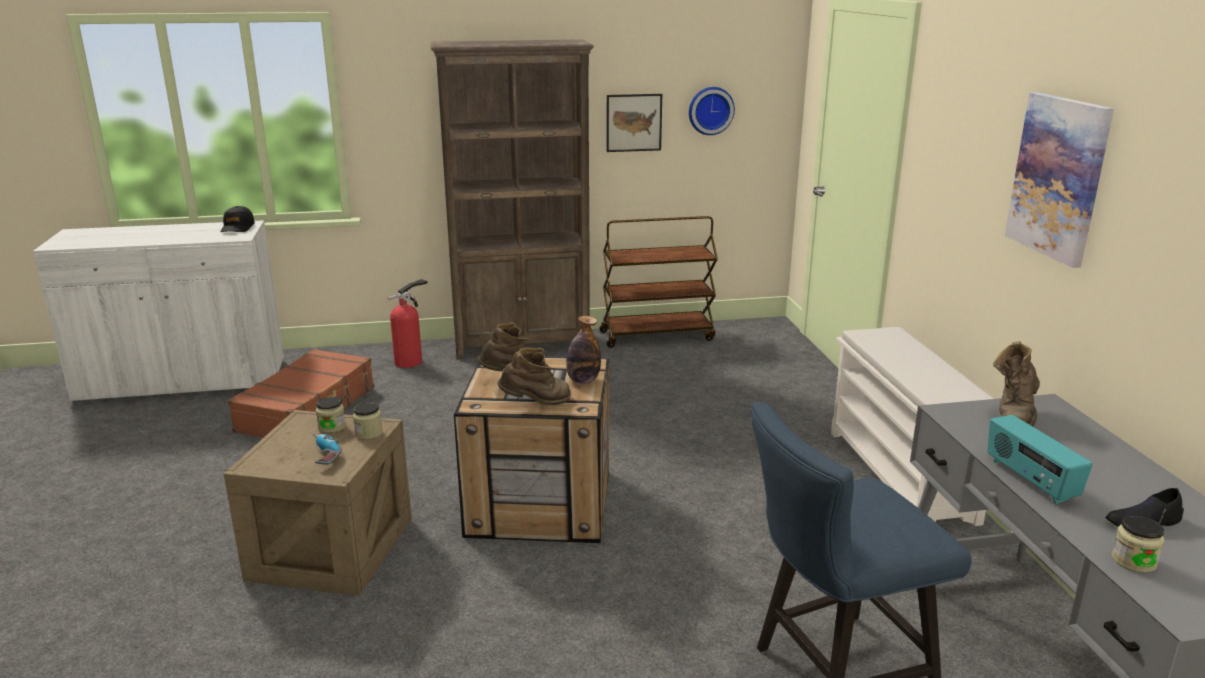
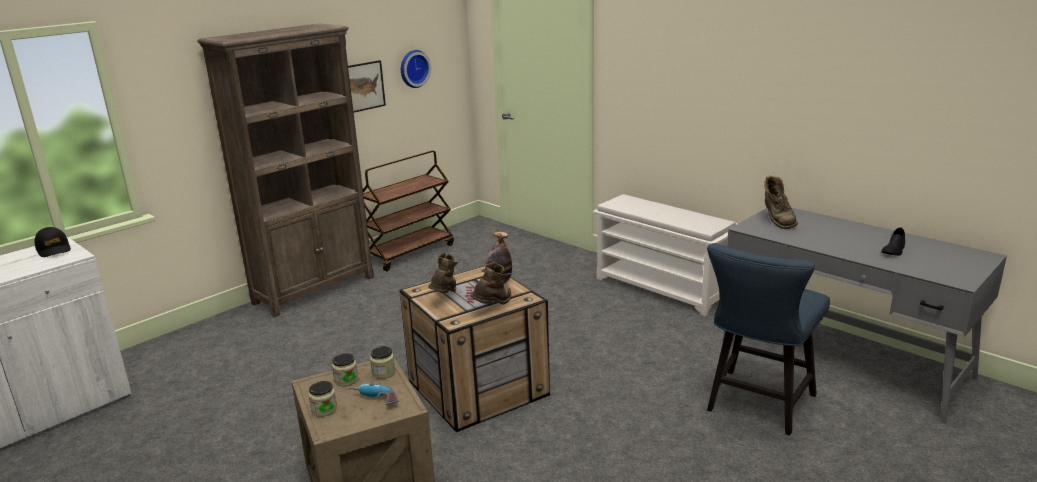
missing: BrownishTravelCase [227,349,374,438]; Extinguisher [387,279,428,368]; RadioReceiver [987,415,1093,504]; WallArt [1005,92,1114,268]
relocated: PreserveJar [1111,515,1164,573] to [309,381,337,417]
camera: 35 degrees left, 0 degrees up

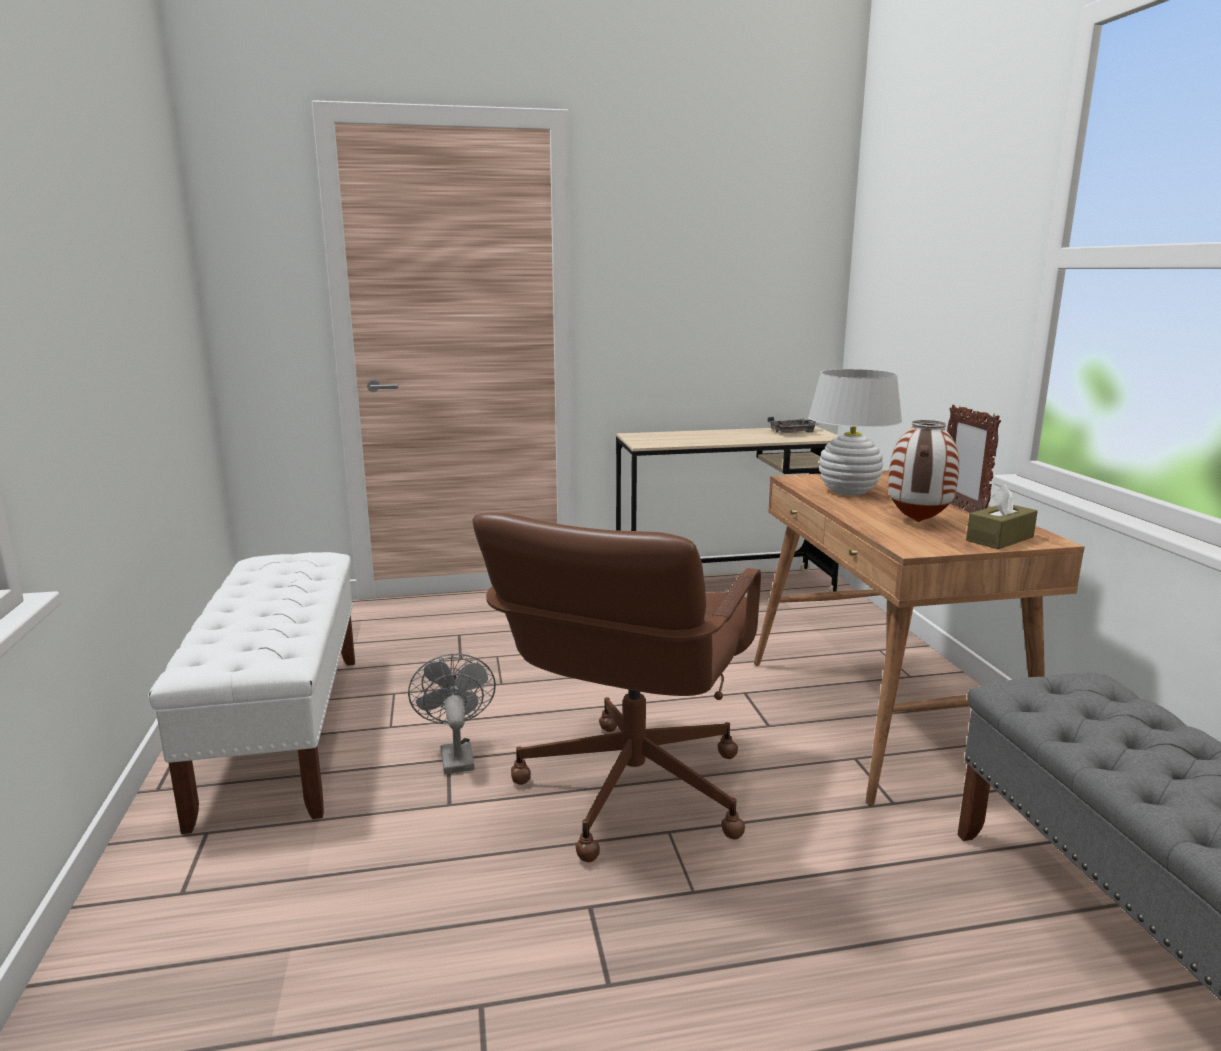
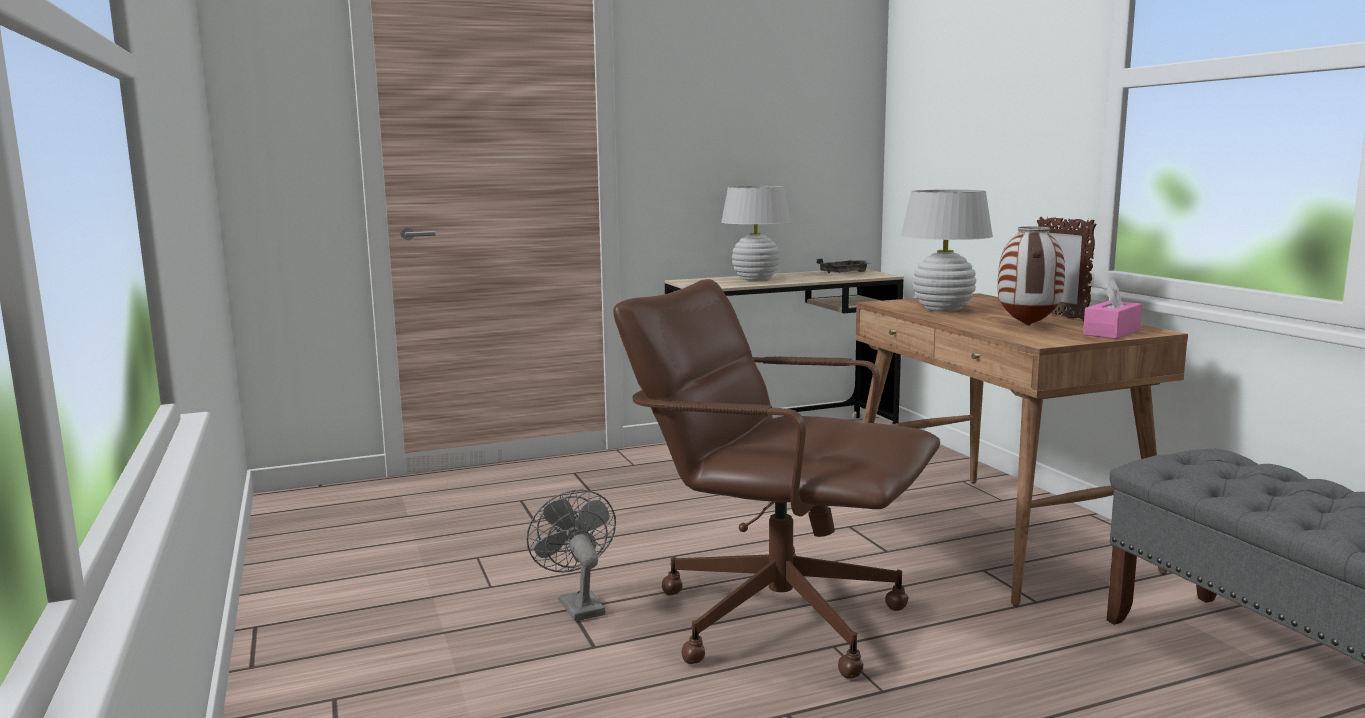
missing: WhitishLongSeat [148,552,355,834]
appeared: WhitishTableLamp [721,186,791,281]
colour: BrownishBoxOfTissues [966,484,1038,549] to PinkishBoxOfTissues [1083,279,1142,339]
spun: BrownishComputerChair [472,513,761,862] = [613,279,940,679] 105 degrees clockwise
camera: 10 degrees left, 5 degrees down

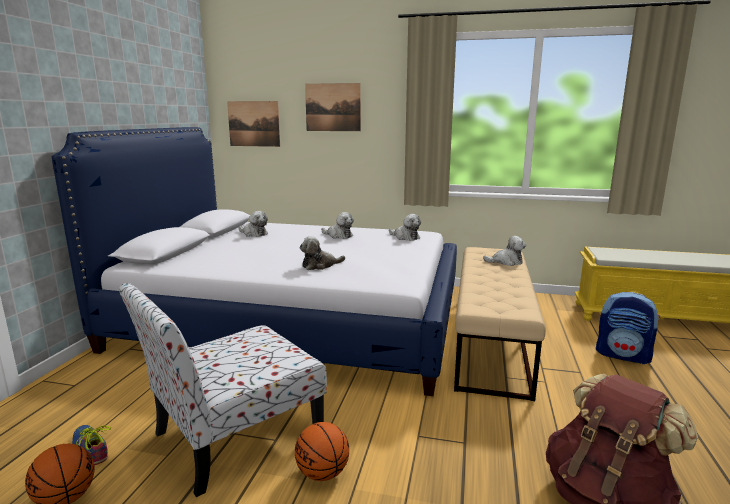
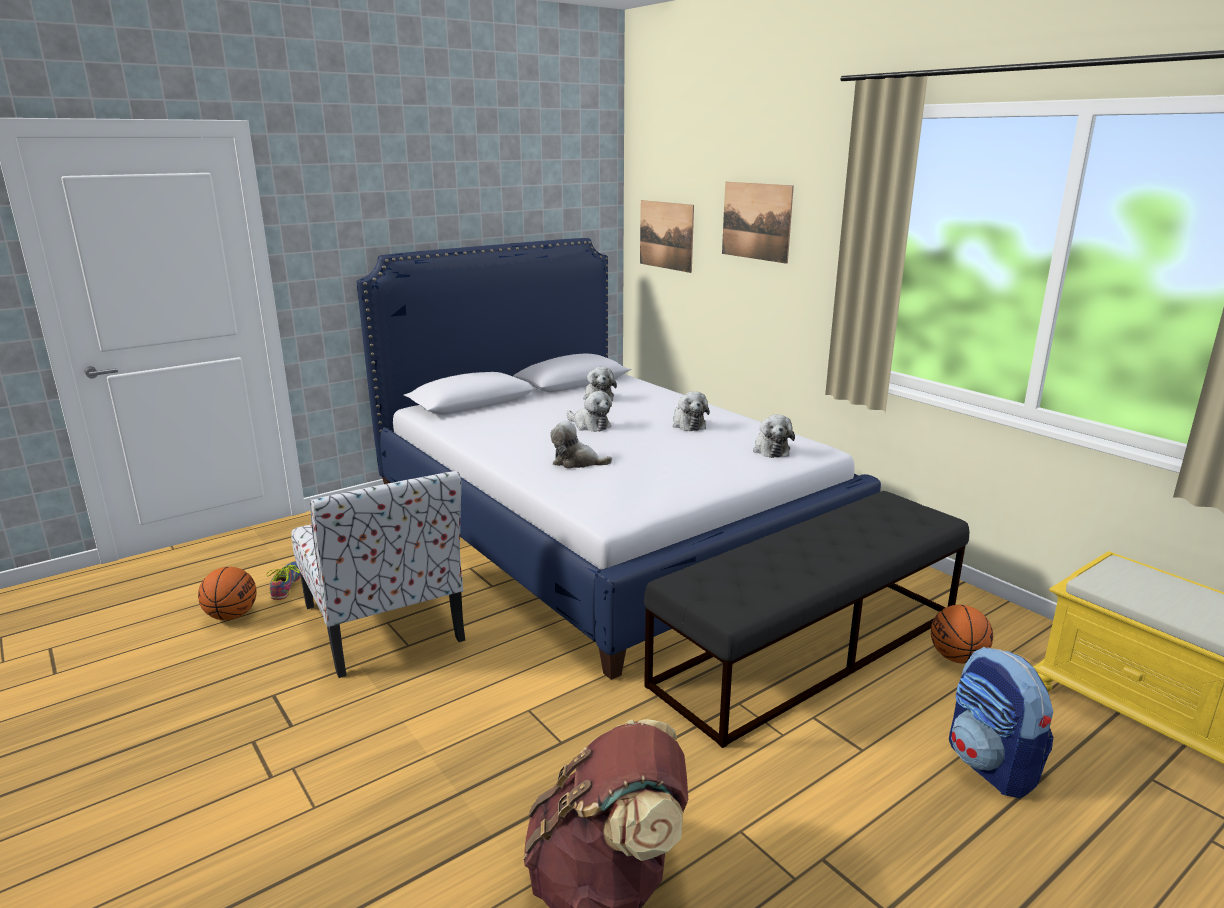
relocated: BasketballBall [295,422,349,481] to [931,605,993,664]; PlushToy [483,236,526,266] to [566,391,612,432]
colour: SandColouredLongSeat [454,247,546,401] to BlackColouredLongSeat [644,491,969,748]
spun: Chair [119,283,327,497] = [291,470,465,678] 120 degrees counterclockwise
camera: 40 degrees right, 5 degrees up

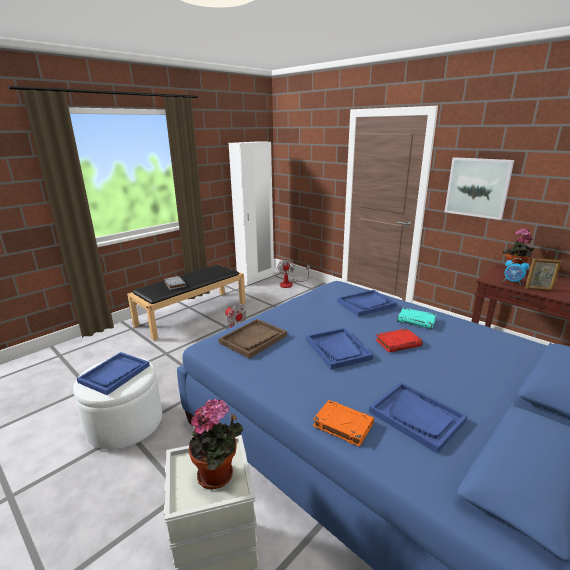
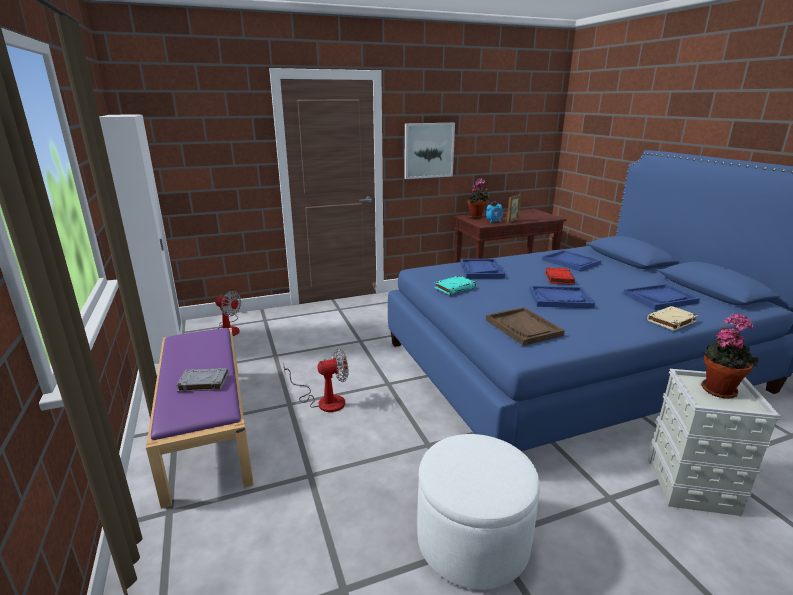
relocated: BlueCarryingTray [77,352,150,395] to [542,250,602,272]; TurquoiseBook [397,308,436,329] to [434,275,476,295]
colour: BlackColouredLongSeat [127,265,246,341] to PurpleColouredLongSeat [146,328,254,509]; OrangeyBook [313,400,374,447] to SandColouredBook [647,306,698,331]
camera: 65 degrees left, 0 degrees up

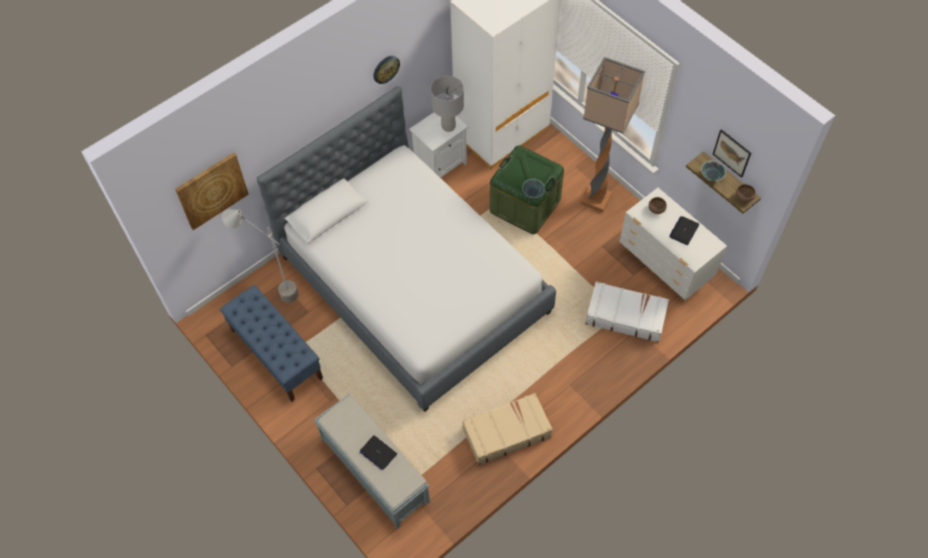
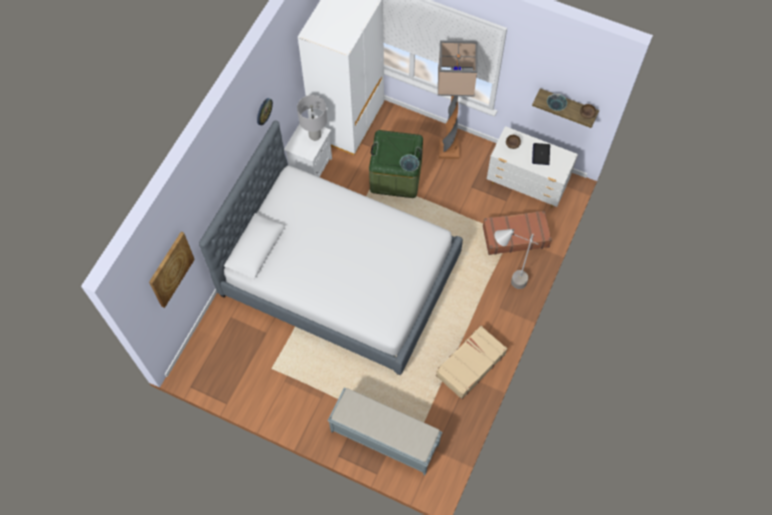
missing: BlueLongSeat [220,285,323,402]; PortableComputer [360,435,397,470]; WallArt [713,129,751,178]
relocated: GreyStandingLamp [222,209,298,302] to [495,229,539,289]
colour: WhitishTravelCase [585,282,669,342] to BrownishTravelCase [483,211,552,255]
camera: 25 degrees left, 5 degrees up

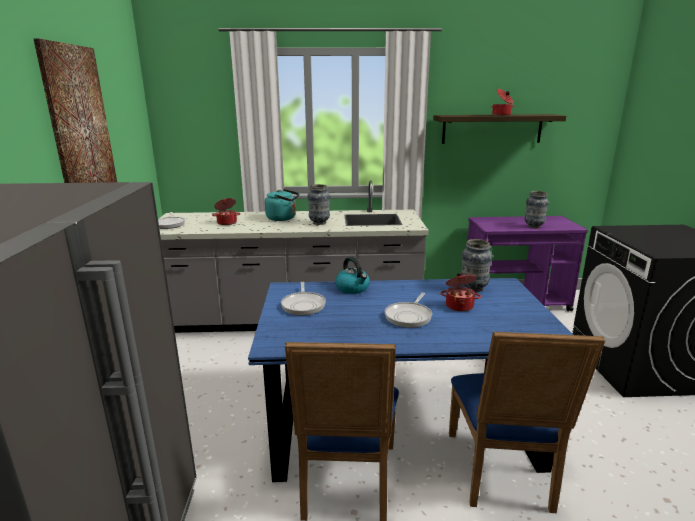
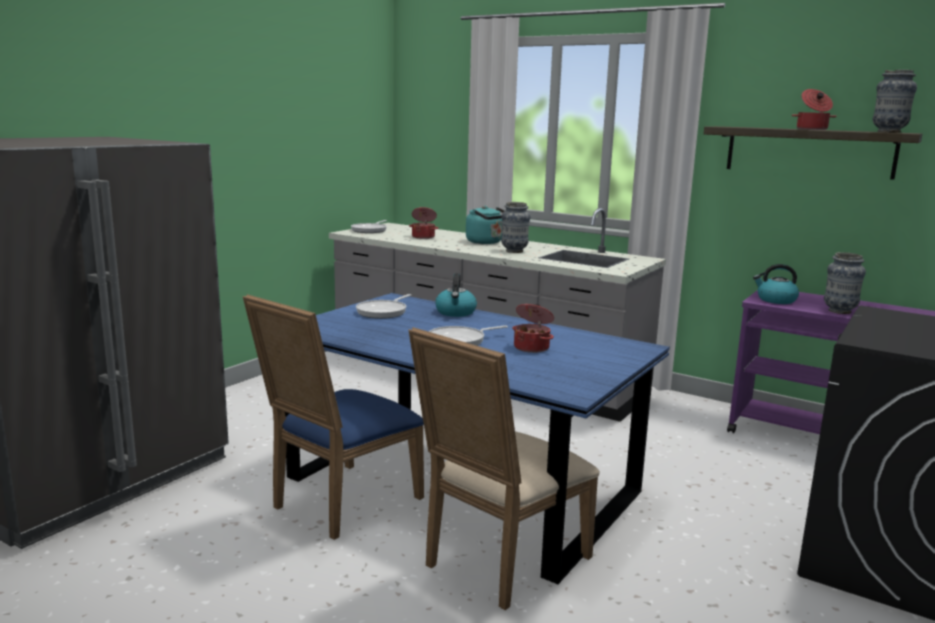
missing: WallArt [33,38,117,183]
appeared: WaterKettle [753,264,799,304]
relocated: DecorativeVase [461,239,492,292] to [873,70,917,133]
colour: BlueChair [449,332,606,513] to SandColouredChair [408,327,600,610]
camera: 35 degrees right, 5 degrees down

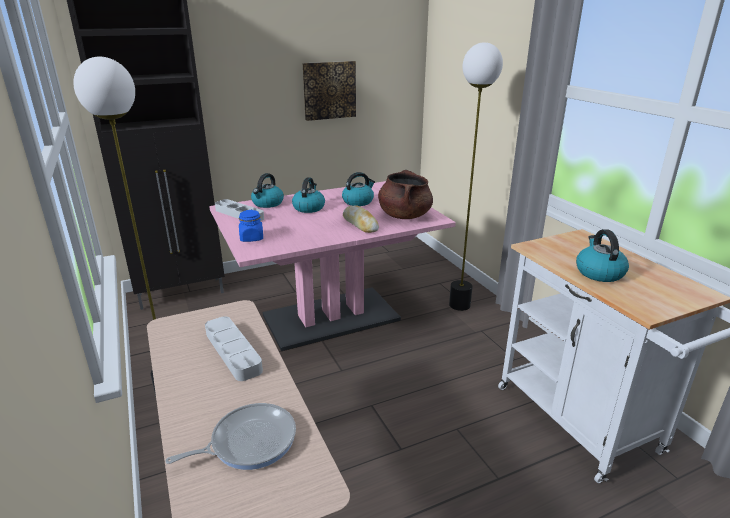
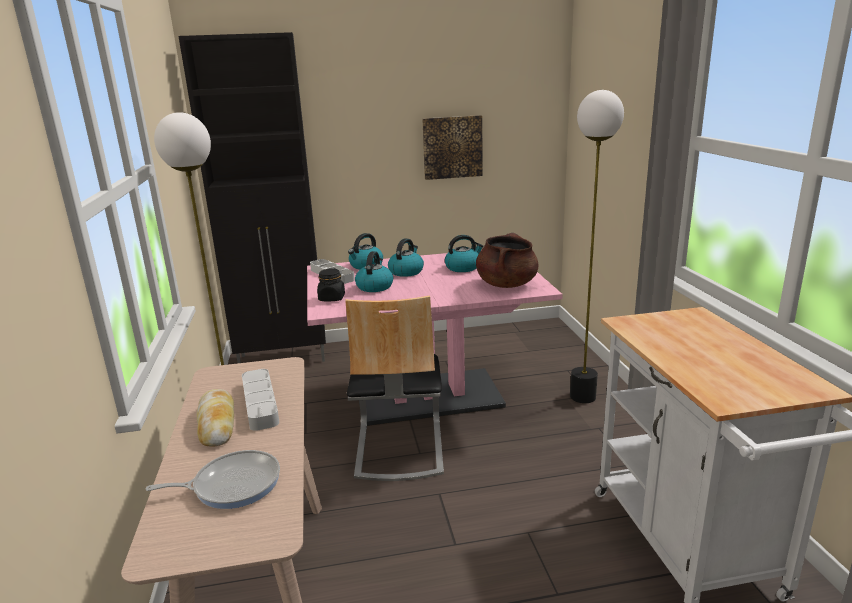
appeared: Chair [345,295,444,481]
relocated: BakedBread [343,205,379,233] to [197,389,234,447]; WaterKettle [576,229,629,282] to [355,251,393,292]
colour: BluePreserveJar [239,210,263,242] to BlackColouredPreserveJar [317,268,345,301]
camera: 15 degrees right, 5 degrees down

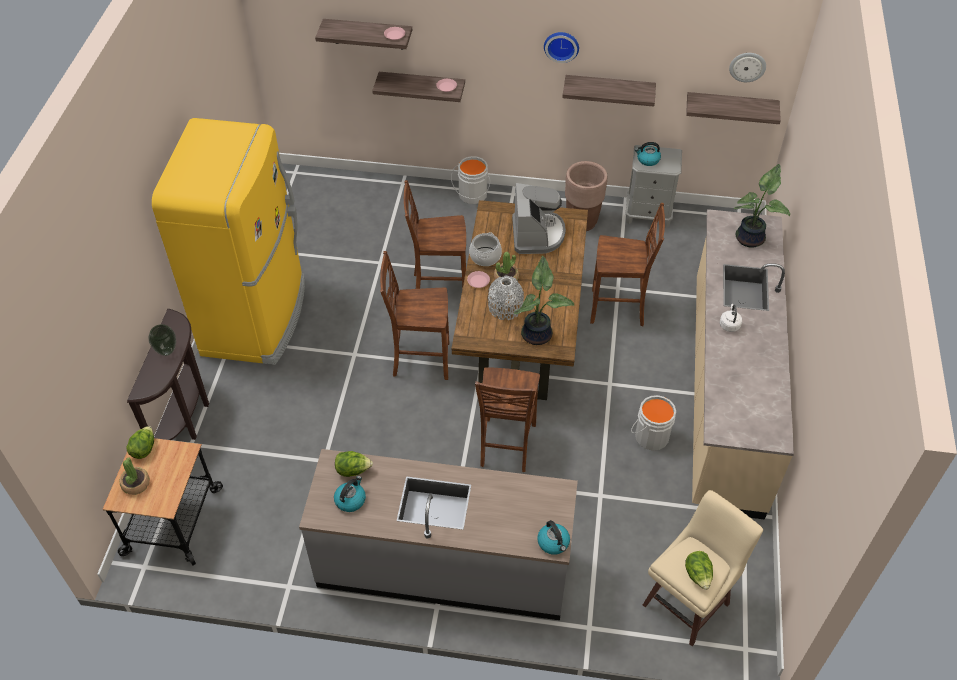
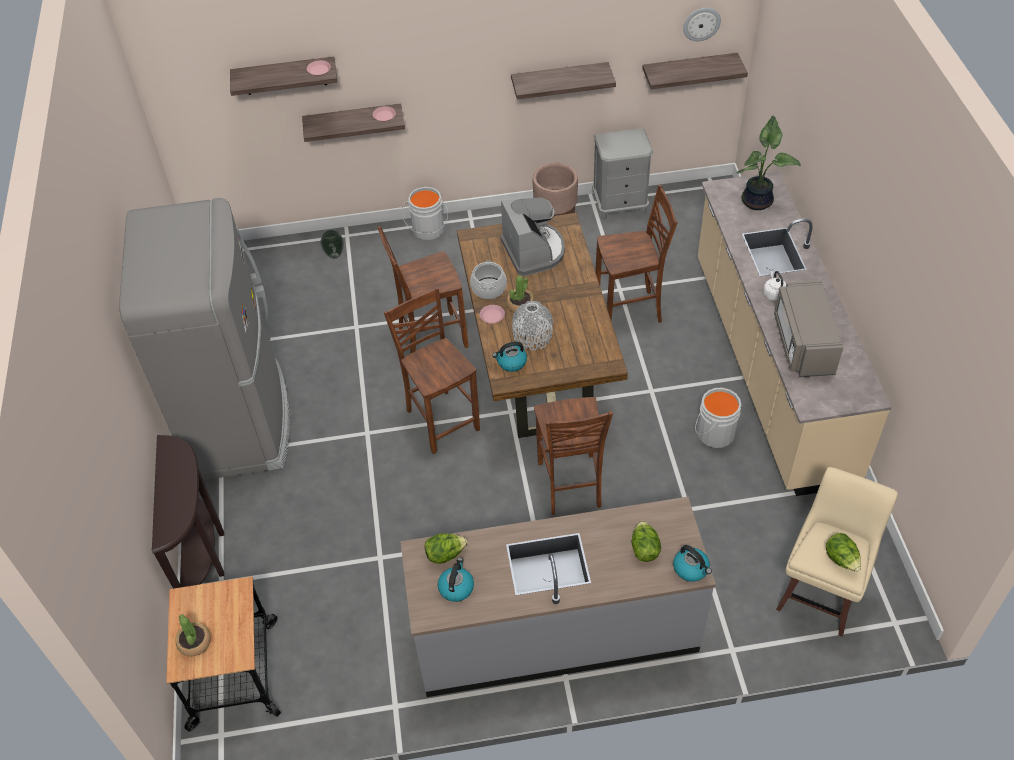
missing: PlantInAPot [514,256,574,345]; WallClock [544,32,579,63]
appeared: GreyMicrowave [774,280,843,377]
relocated: LettuceHead [126,426,154,459] to [631,521,661,562]; DecorativeVase [149,324,176,356] to [320,230,344,259]; WaterKettle [635,142,661,166] to [492,342,527,372]
colour: YellowishFridge [152,118,305,365] to GreyFridge [119,198,290,480]
spun: BrownishChair [380,251,449,380] = [384,287,480,454] 75 degrees clockwise
camera: 15 degrees left, 0 degrees up

